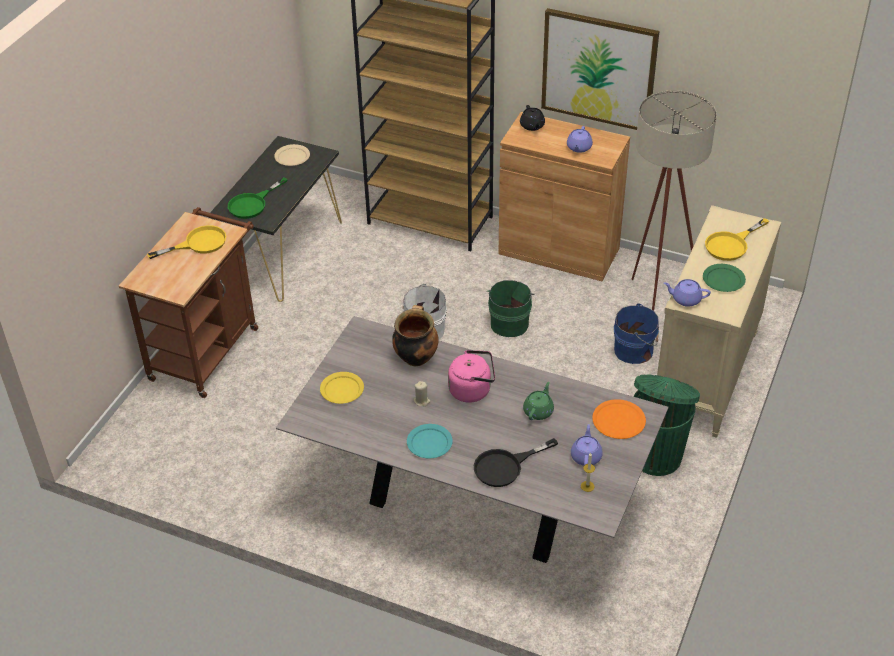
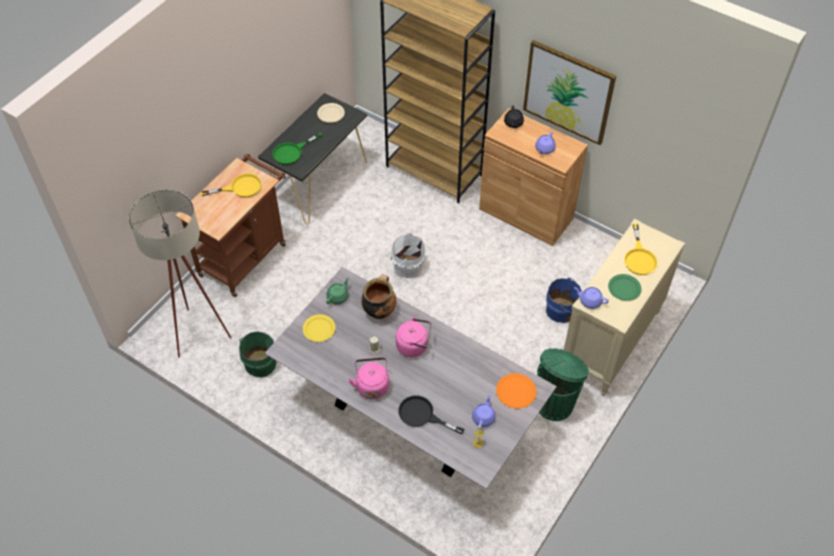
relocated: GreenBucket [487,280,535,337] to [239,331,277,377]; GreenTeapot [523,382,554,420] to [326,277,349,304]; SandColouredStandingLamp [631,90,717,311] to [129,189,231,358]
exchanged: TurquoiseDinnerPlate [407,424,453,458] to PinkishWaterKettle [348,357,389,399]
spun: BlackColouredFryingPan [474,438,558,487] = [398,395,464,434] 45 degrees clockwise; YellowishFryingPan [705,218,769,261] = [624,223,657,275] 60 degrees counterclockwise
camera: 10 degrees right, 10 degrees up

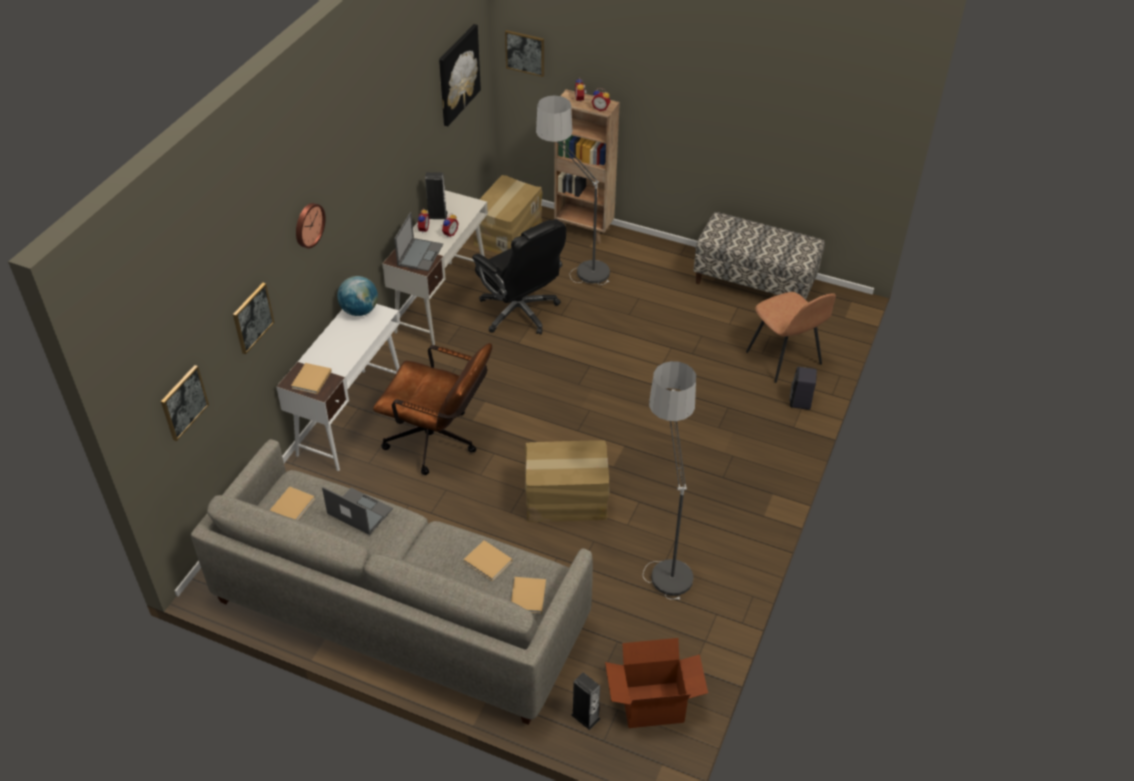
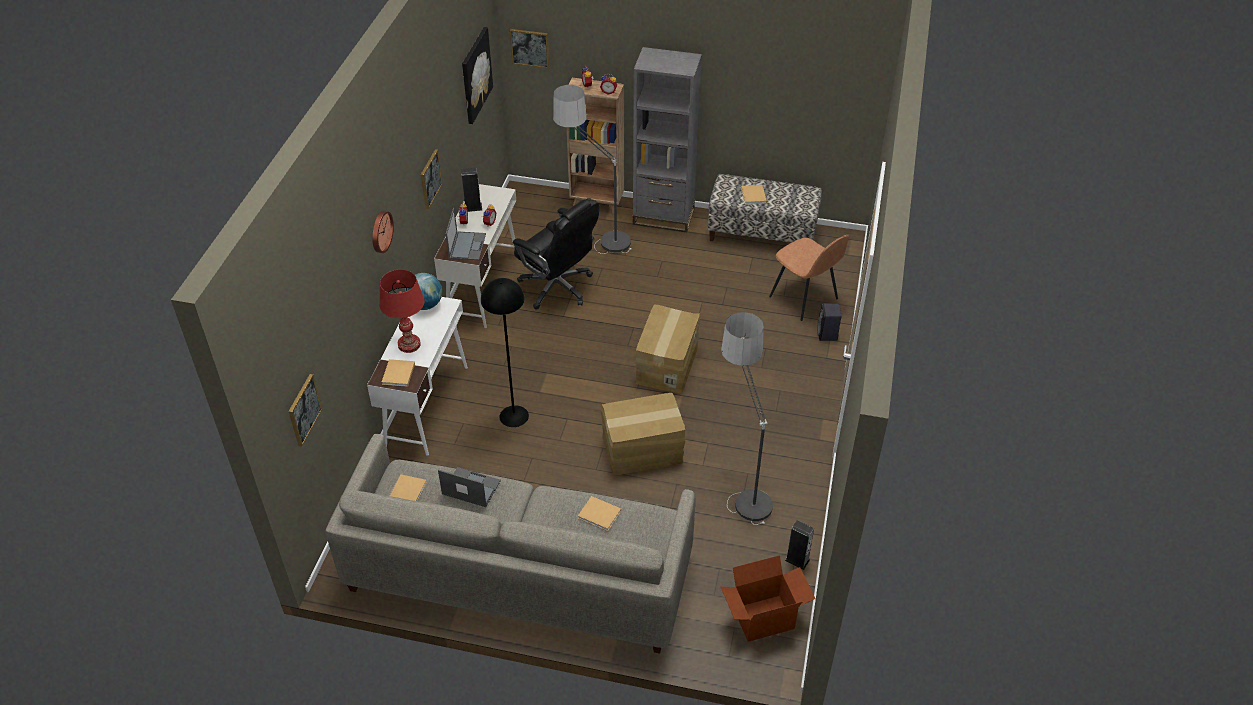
appeared: RedTableLamp [379,270,425,353]; GreyShelvingUnit [633,47,702,232]
relocated: WallArt [233,283,274,354] to [421,149,443,209]; Carton [473,175,543,254] to [635,305,700,393]; SandColouredBook [511,577,546,614] to [741,185,767,204]; Speaker [571,672,600,730] to [785,520,814,570]
exchanged: BrownishComputerChair [373,343,492,475] to BlackColouredStandingLamp [481,278,529,427]
camera: 10 degrees left, 0 degrees up

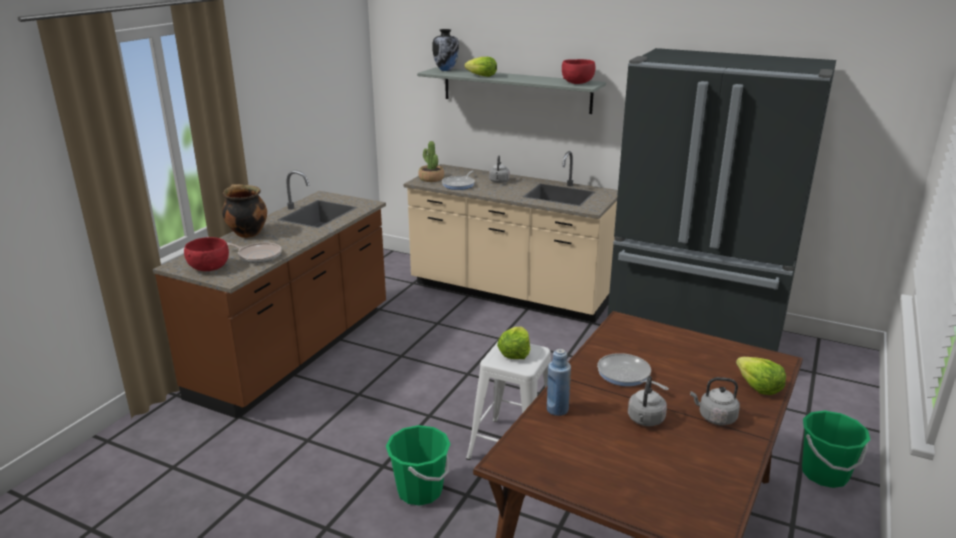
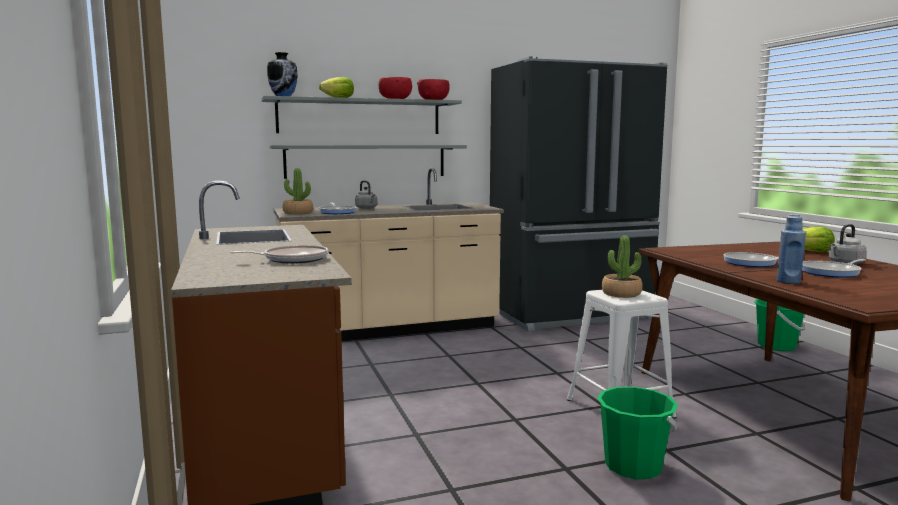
missing: Stockpot [222,184,267,238]
appeared: GreyBracketShelf [270,145,467,179]
relocated: RedDeepDish [184,237,229,271] to [379,77,412,99]
exchanged: LettuceHead [497,327,530,359] to PlantInAPot [602,235,643,298]; GreyWaterKettle [628,376,667,426] to FryingPan [802,259,866,278]
camera: 45 degrees left, 15 degrees down

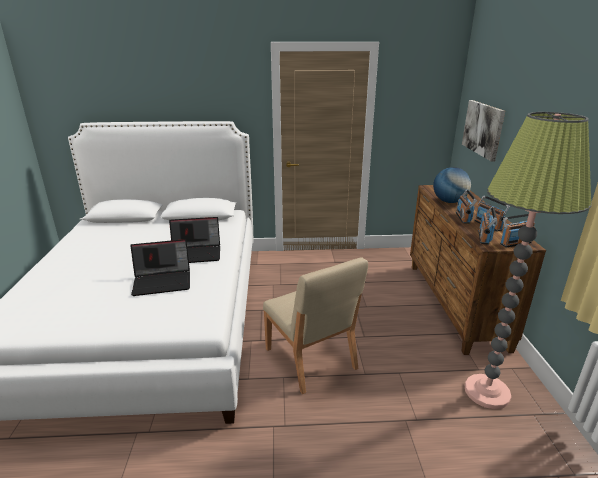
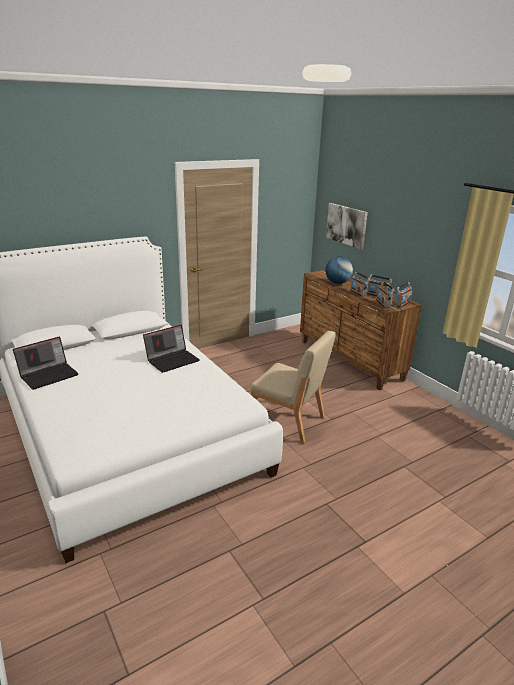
missing: StandingLamp [464,112,591,409]
relocated: PortableComputer [130,239,190,296] to [13,336,79,390]
camera: 30 degrees left, 0 degrees up

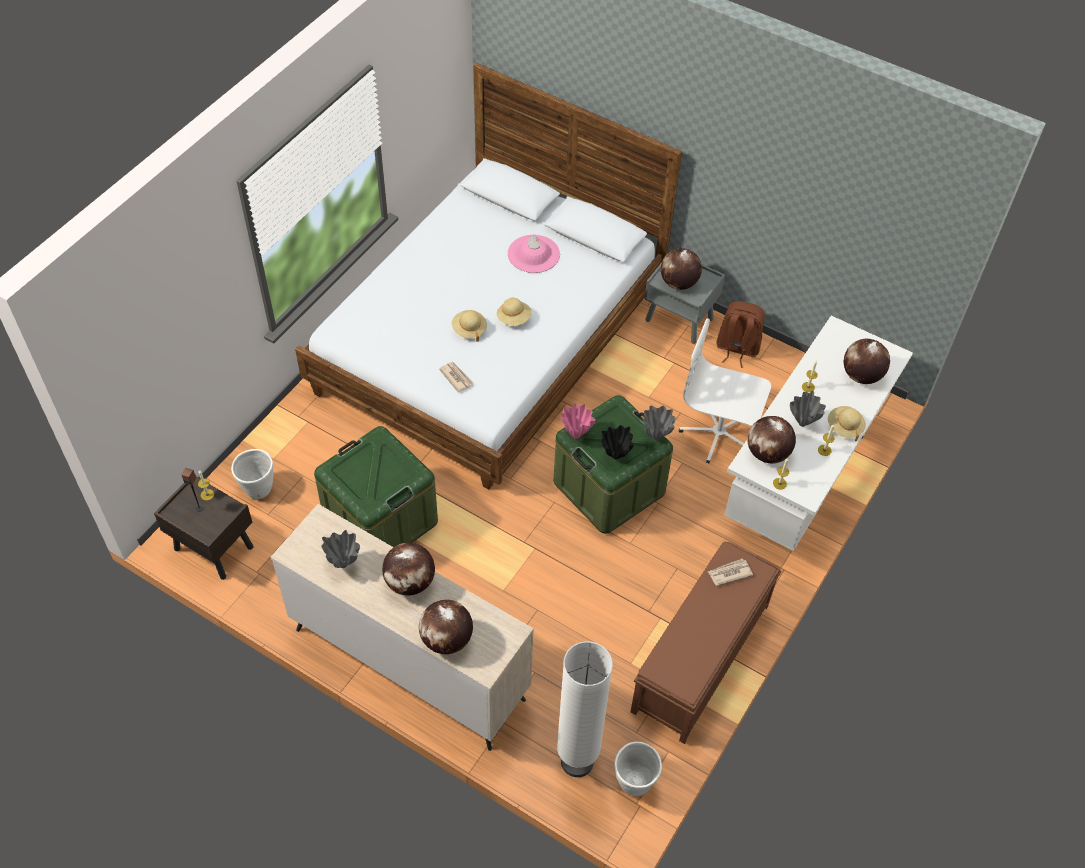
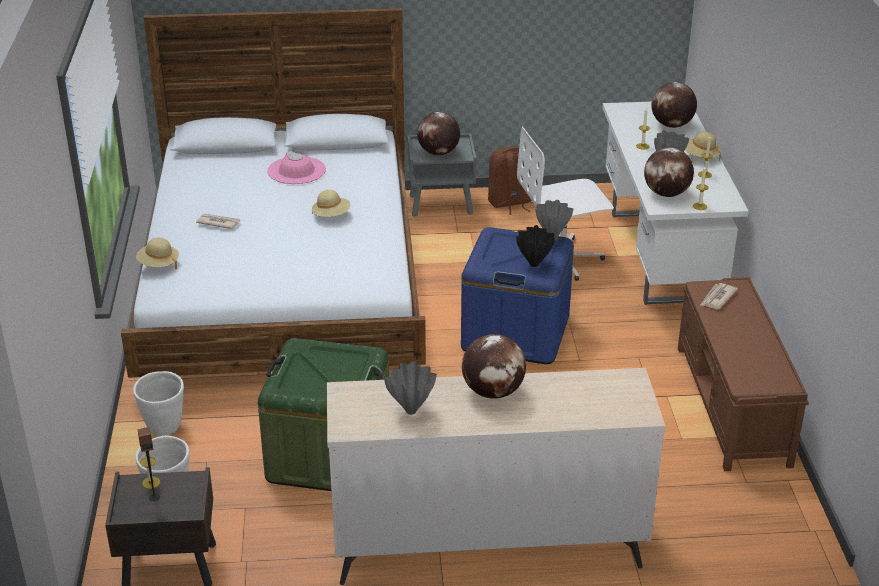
missing: WorldGlobe [419,600,473,654]; WhitishStandingLamp [557,641,613,777]; PinkishDecorativeVase [561,403,596,439]
relocated: Newspaper [439,362,474,393] to [196,214,240,229]; SandColouredHat [452,310,487,342] to [136,238,179,269]; WhitishPlantPot [615,742,662,796] to [133,371,184,436]
colour: GreenStorageBox [554,395,673,534] to BlueStorageBox [461,227,574,364]
camera: 35 degrees left, 20 degrees down

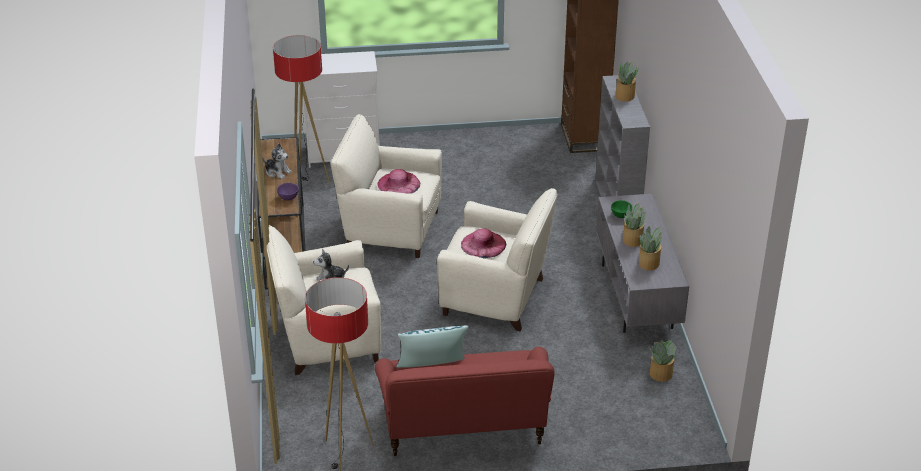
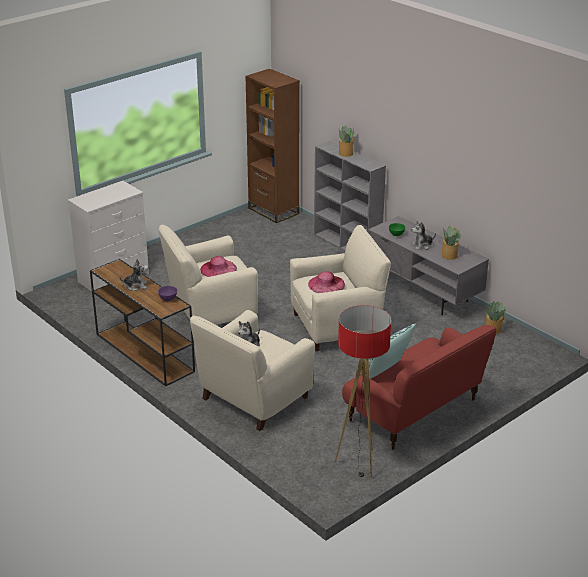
missing: StandingLamp [273,35,330,185]
exchanged: PlantInAPot [623,203,646,247] to PlushToy [411,221,436,250]
camera: 35 degrees left, 5 degrees down

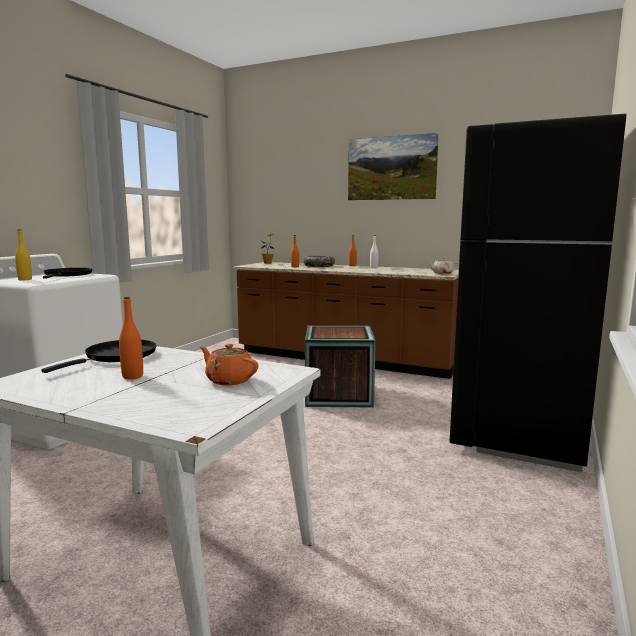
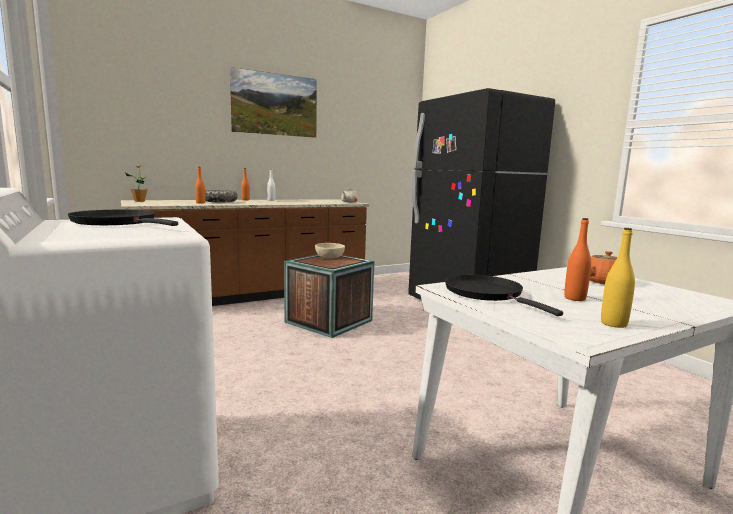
appeared: SandColouredDeepDish [315,243,345,259]
relocated: YellowishBeverageBottle [15,229,32,280] to [601,228,635,328]
camera: 55 degrees left, 0 degrees up

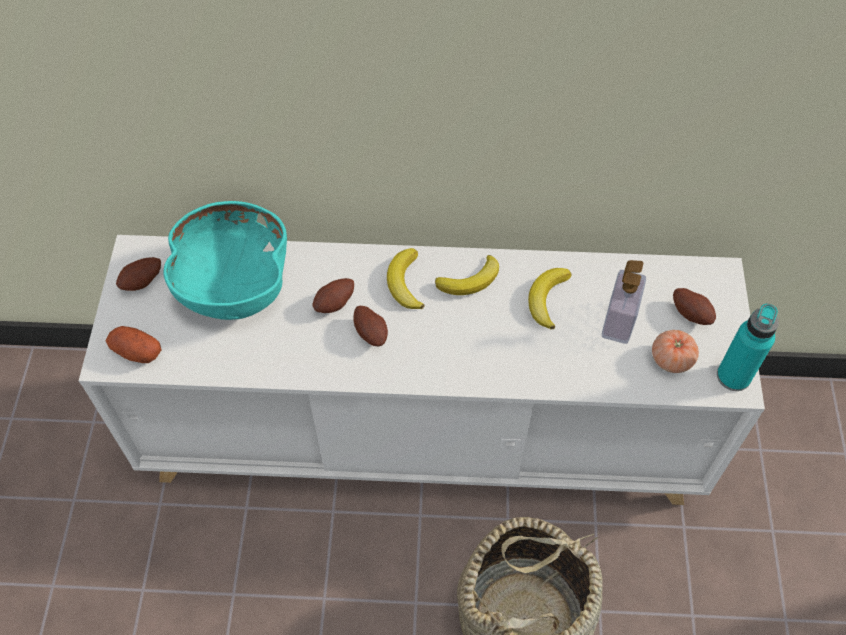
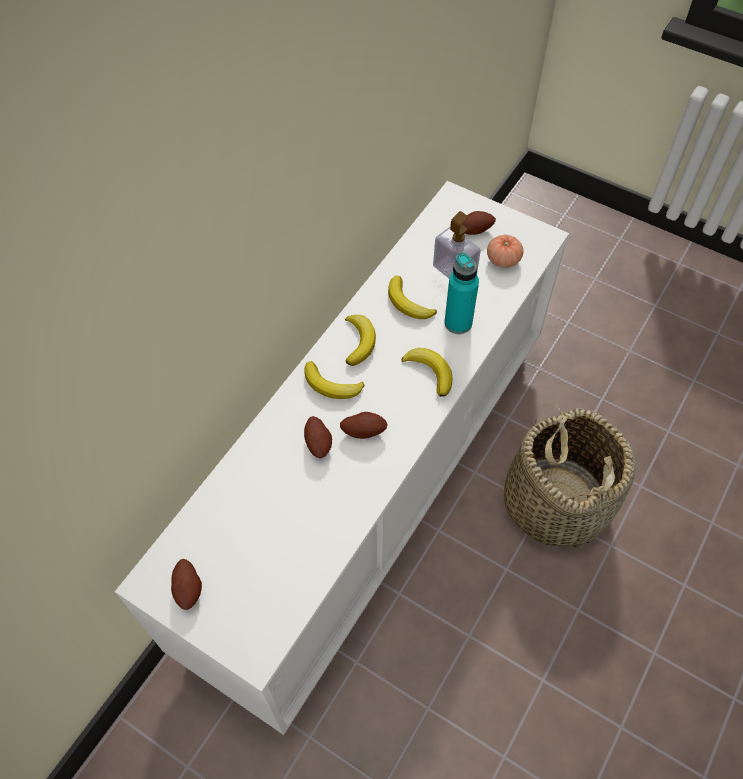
missing: Potato [106,326,161,363]; TurquoiseDeepDish [164,201,287,320]
appeared: Banana [401,348,453,397]
relocated: TurquoiseBeverageBottle [717,304,779,391] to [444,252,479,334]
camera: 60 degrees left, 0 degrees up

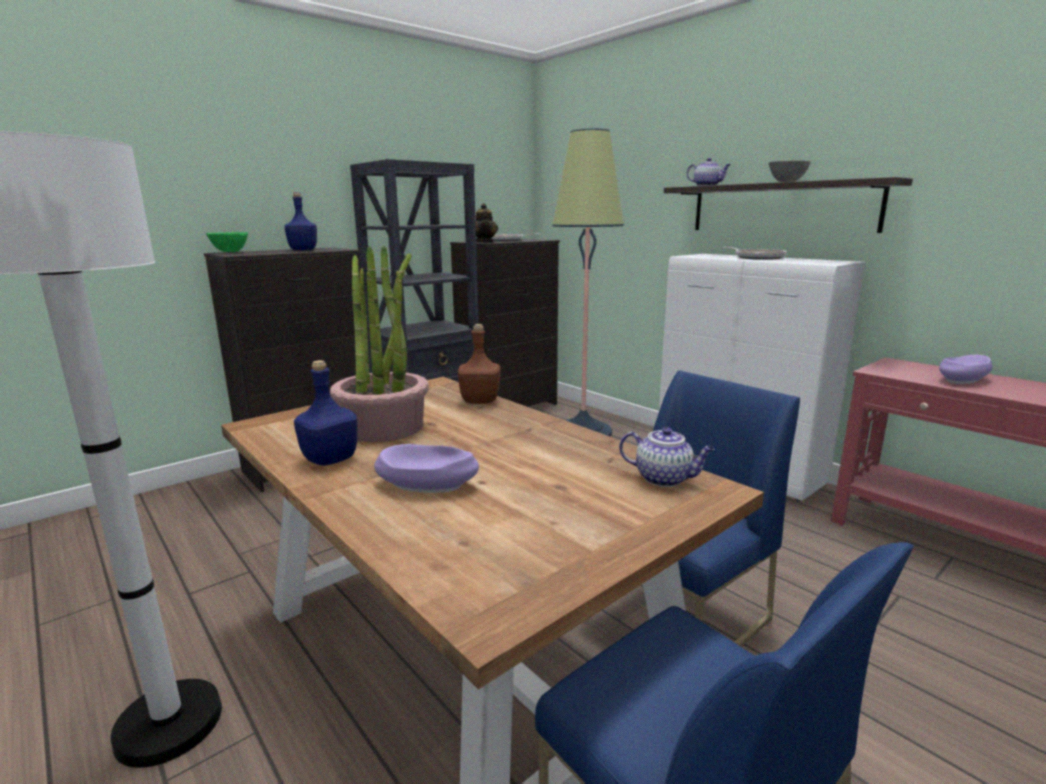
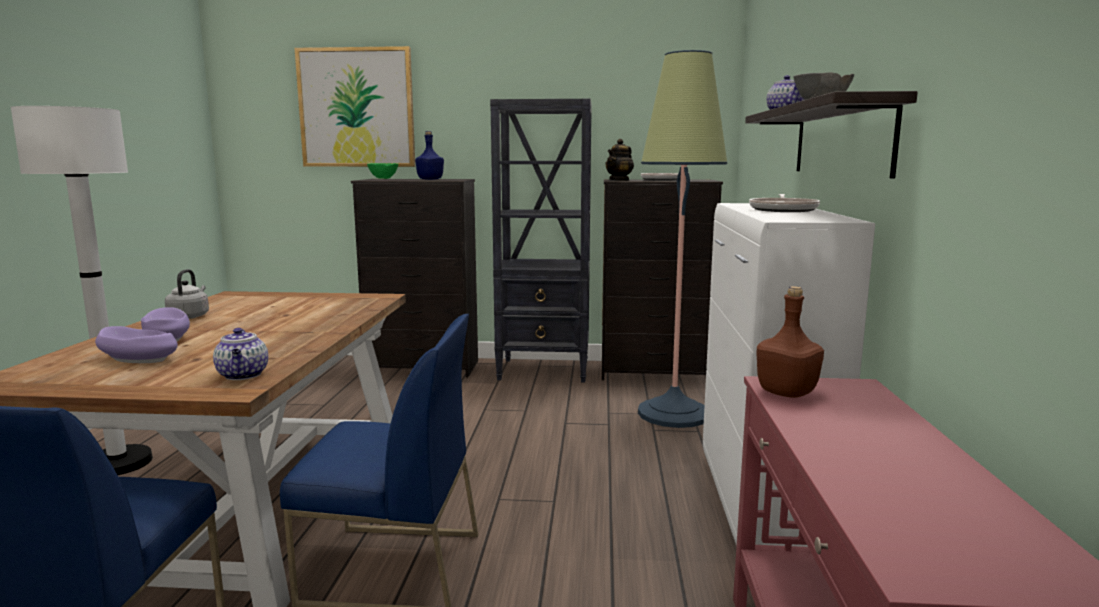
missing: PlantInAPot [330,246,429,442]
appeared: WallArt [294,46,415,167]
relocated: BrownishBeverageBottle [458,324,501,404] to [756,286,824,398]; PurpleColouredDeepDish [939,355,992,384] to [95,326,178,363]
exchanged: BlueBeverageBottle [294,360,358,466] to GreyWaterKettle [165,269,209,319]
camera: 45 degrees right, 5 degrees down

